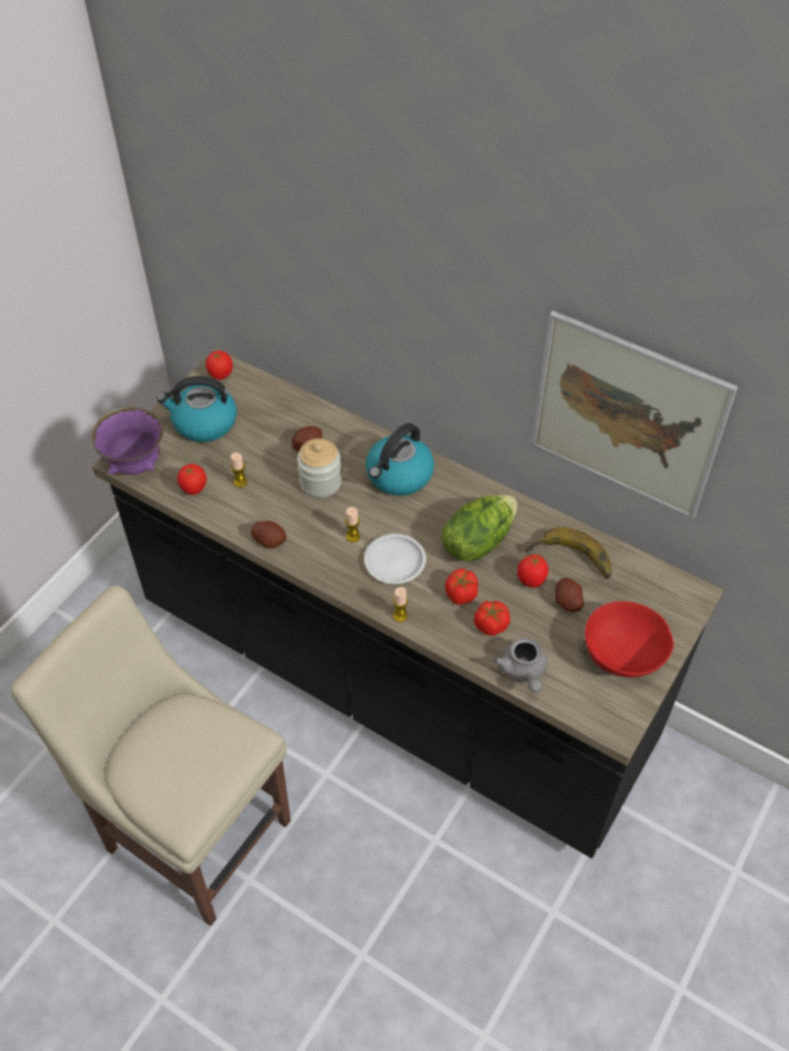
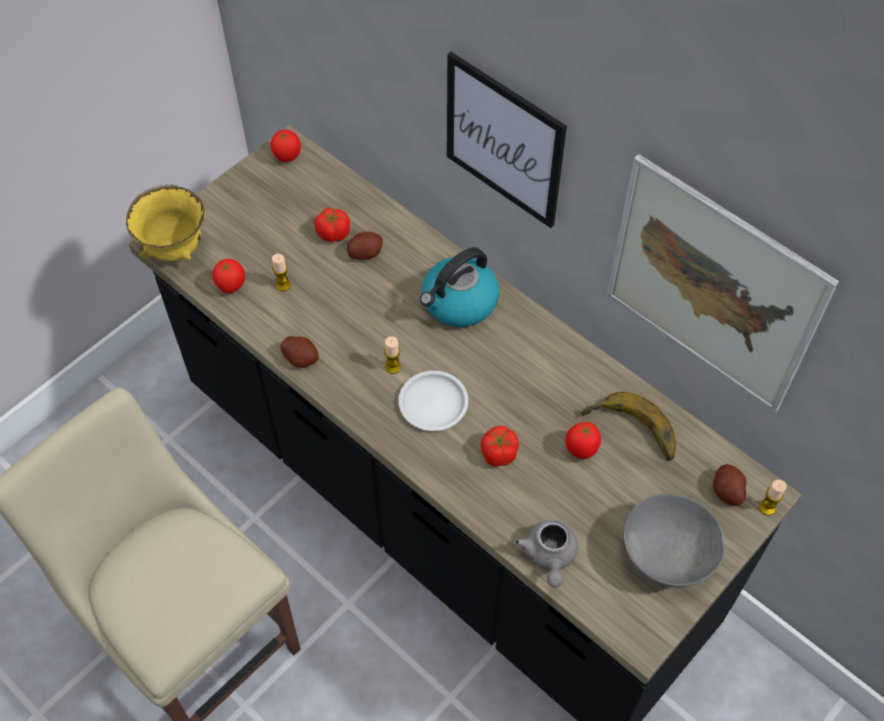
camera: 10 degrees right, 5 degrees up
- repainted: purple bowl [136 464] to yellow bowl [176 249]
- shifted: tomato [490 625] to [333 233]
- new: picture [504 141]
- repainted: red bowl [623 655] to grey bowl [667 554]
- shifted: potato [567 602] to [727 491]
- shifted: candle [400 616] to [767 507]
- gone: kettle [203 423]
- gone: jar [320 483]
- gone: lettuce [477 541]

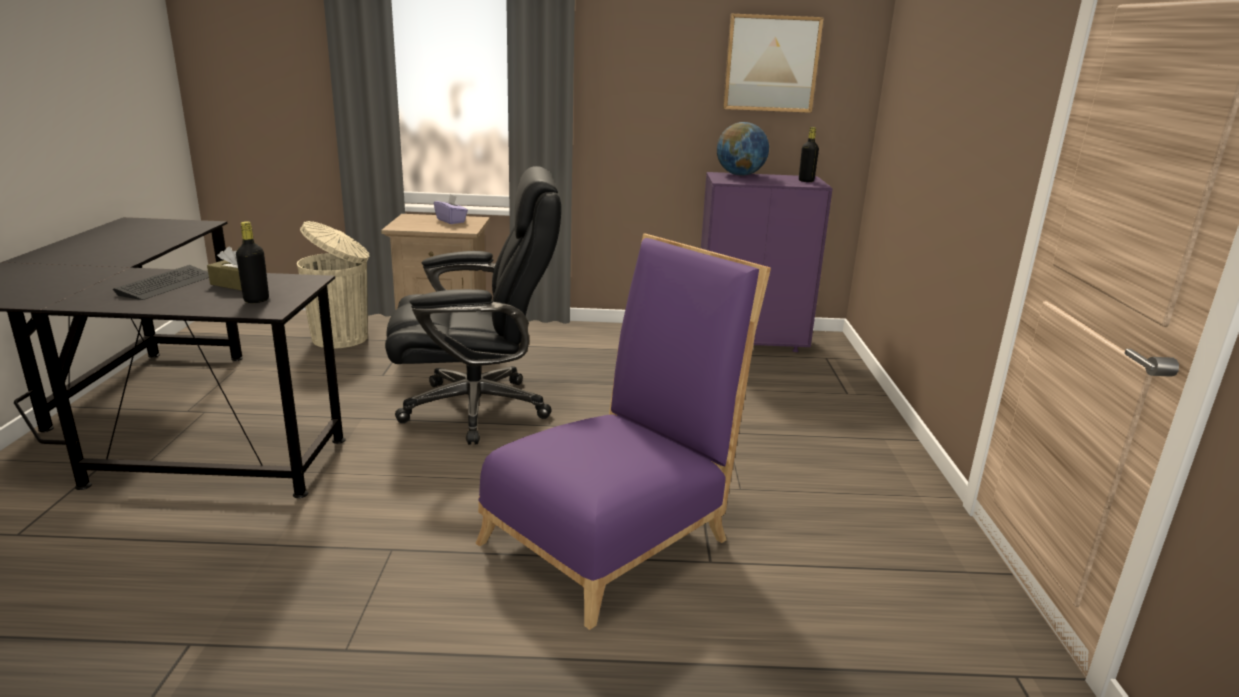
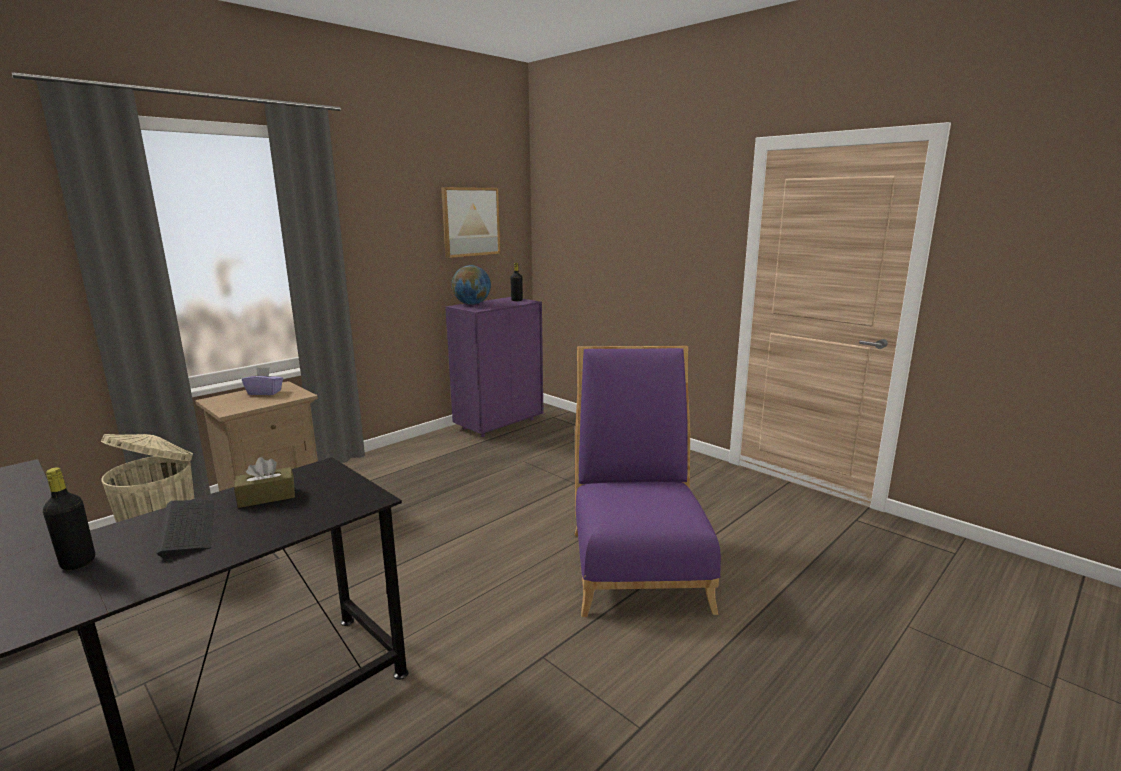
camera: 45 degrees left, 5 degrees down
- shifted: black bottle [256 300] to [78 562]
- gone: black office chair [476 409]

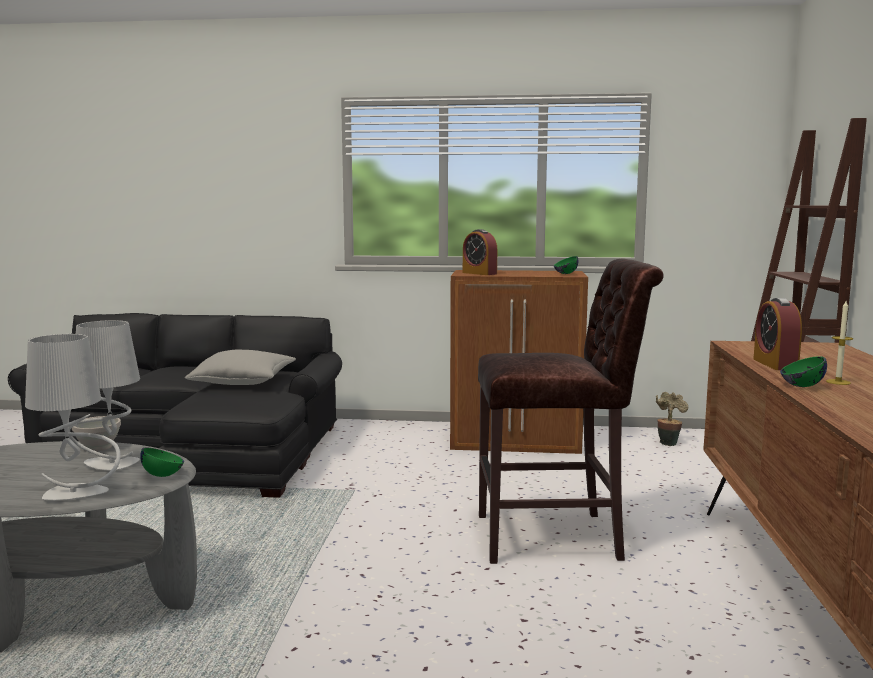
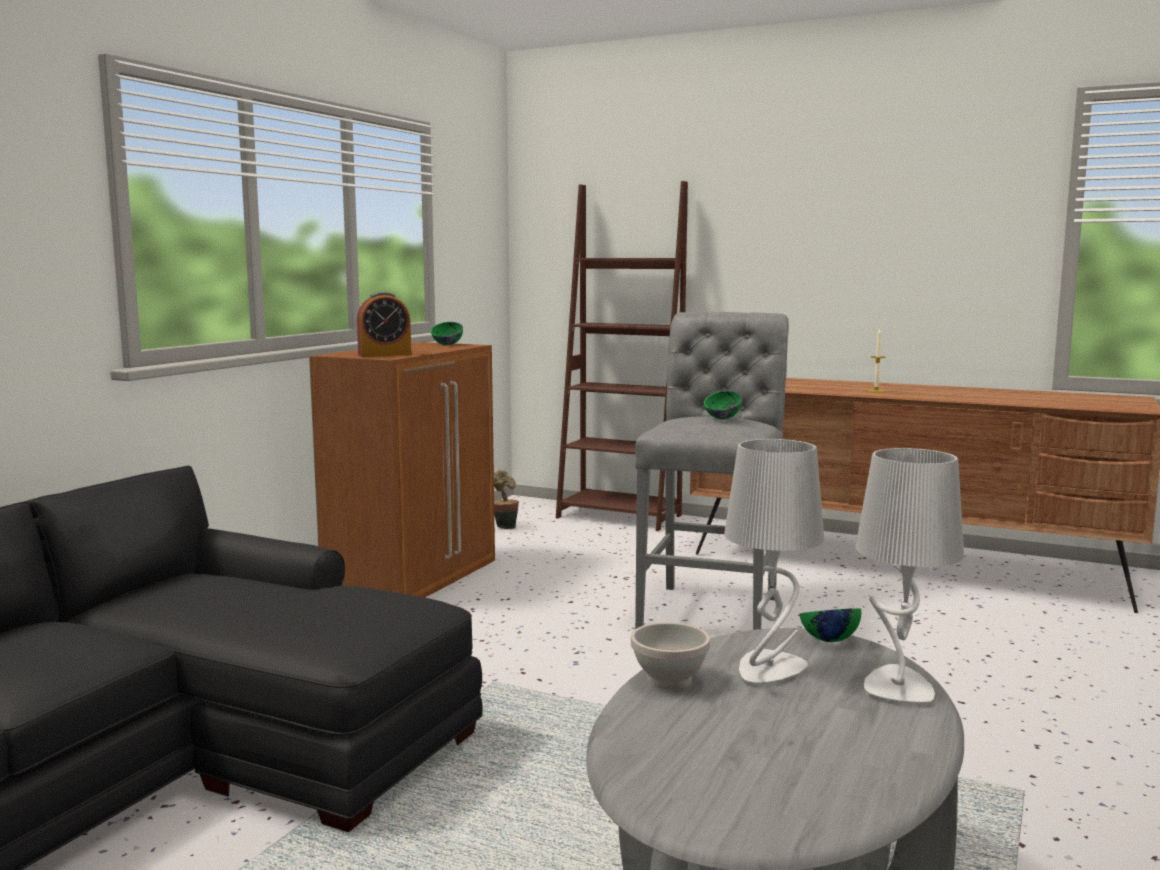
camera: 70 degrees left, 0 degrees up
- repainted: brown stool [557 537] to grey stool [713 610]
- shifted: green bowl [801 386] to [722 419]
- gone: grey pillow [243 382]
- gone: alarm clock [775 364]

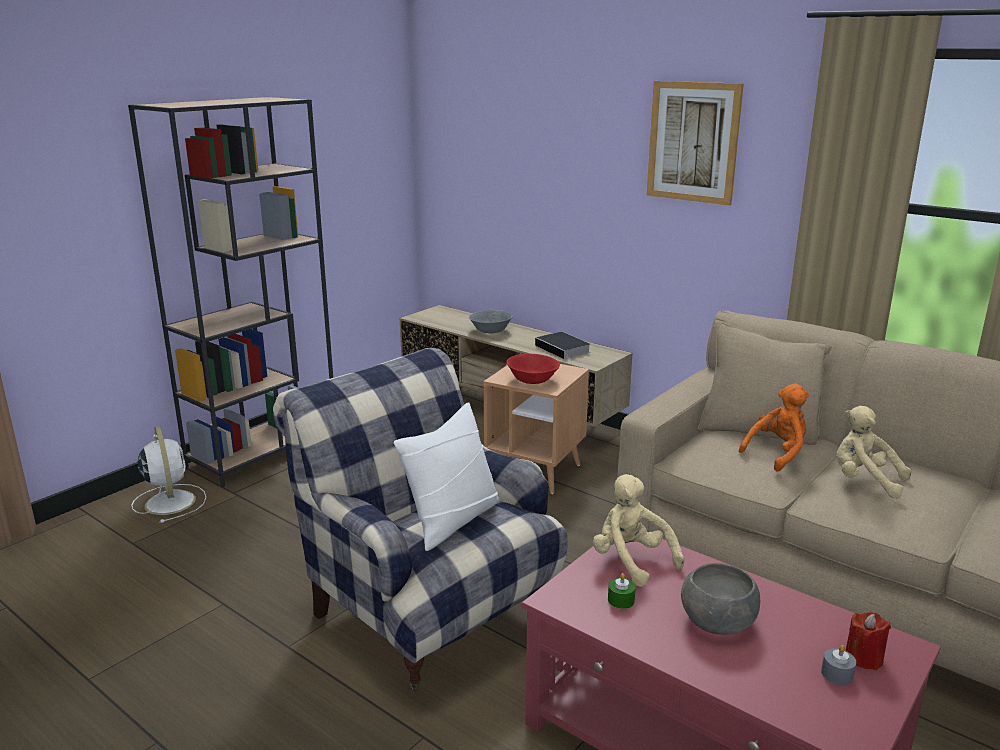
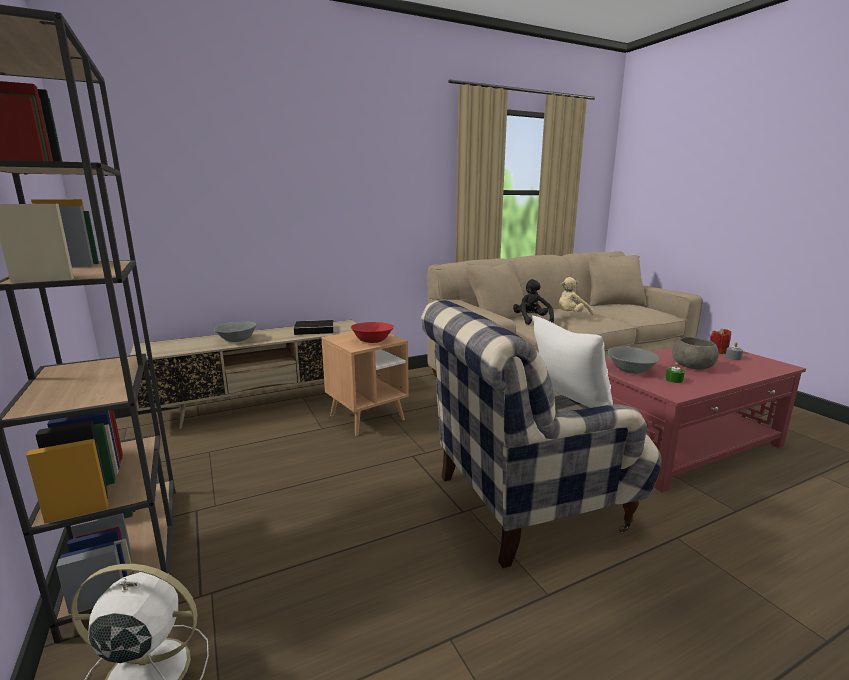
camera: 65 degrees left, 5 degrees down
- repainted: orange plush toy [777 453] to black plush toy [531 320]
- swapped: beige plush toy [631 561] to grey bowl [630 370]
- gone: picture [693 142]

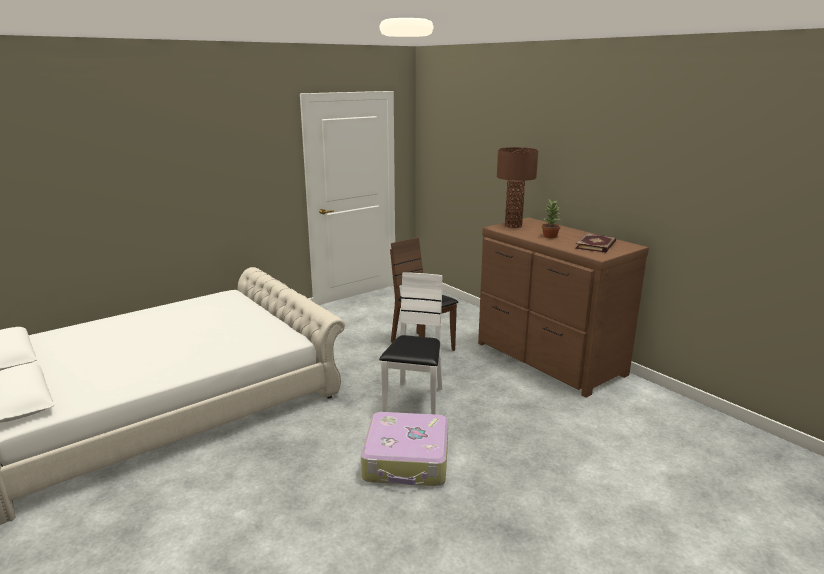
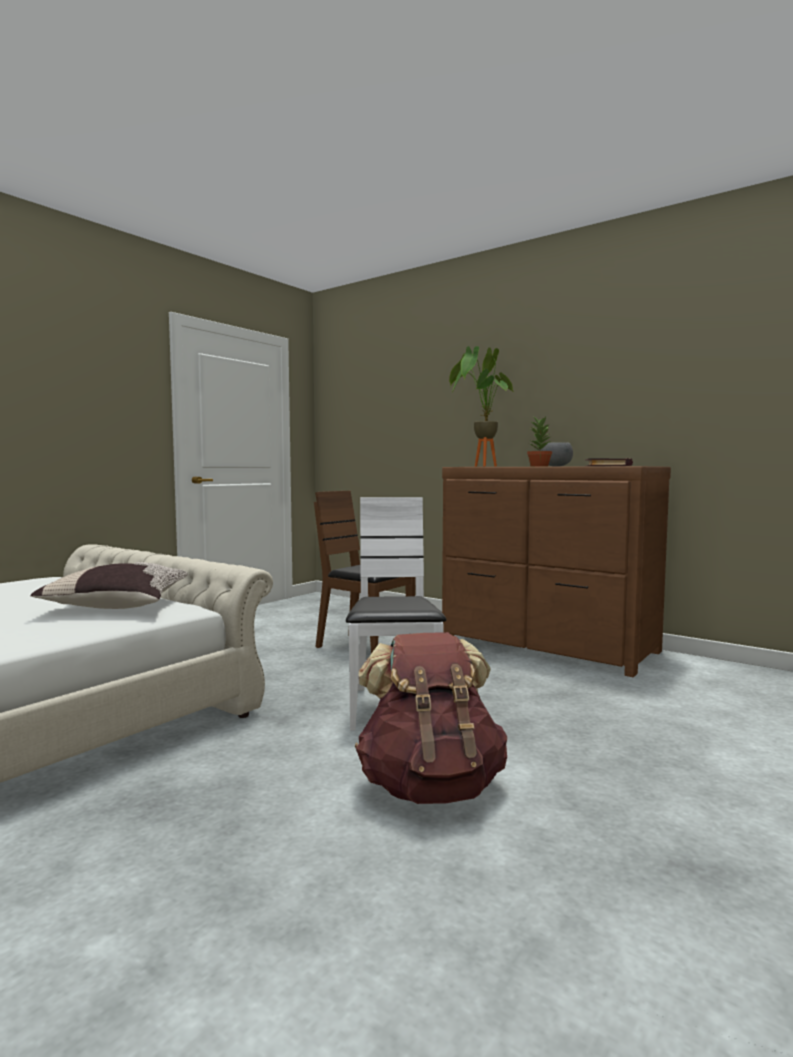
camera: 15 degrees left, 15 degrees down
- new: pillow [118 606]
- swapped: suitcase [407 461] to brown backpack [430 786]
- swapped: brown table lamp [513 225] to potted plant [479 466]
- new: grey bowl [556 466]

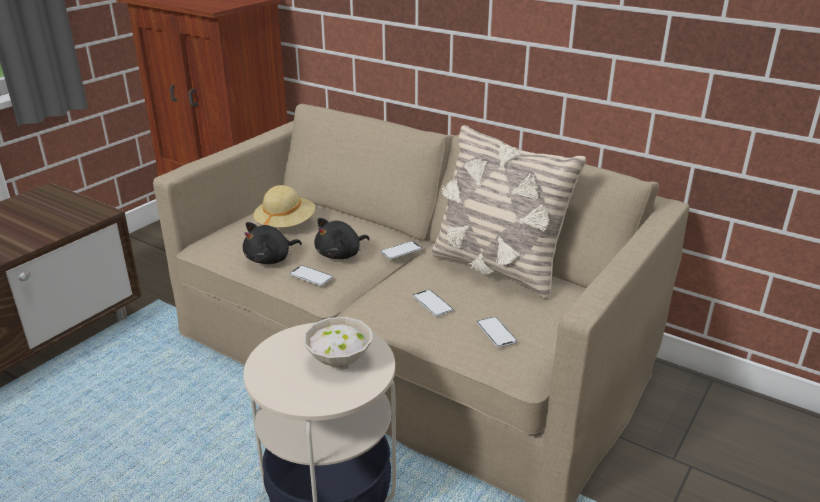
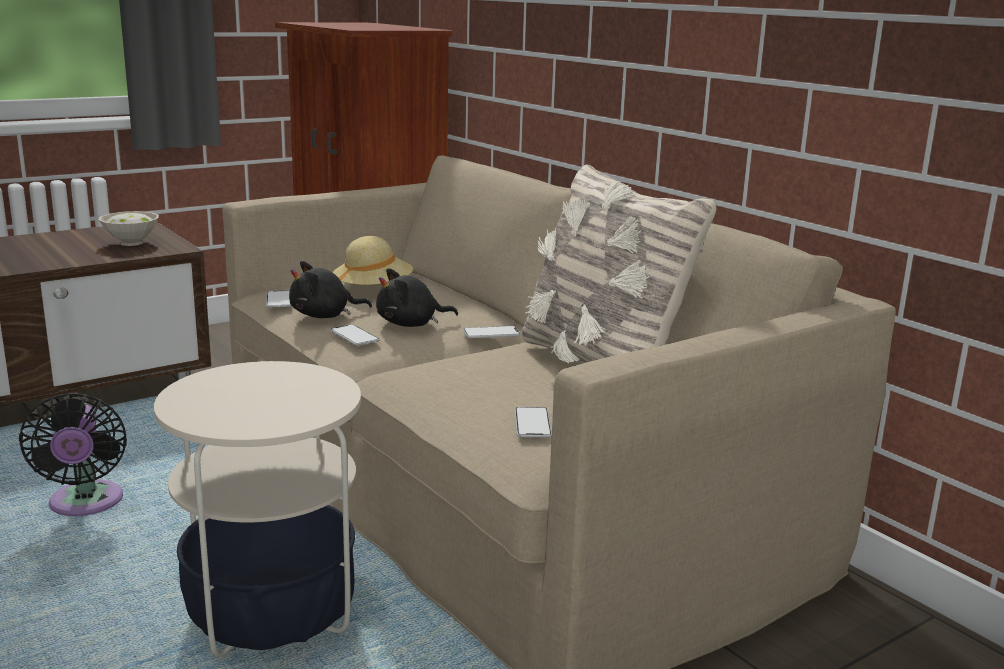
camera: 20 degrees right, 10 degrees down
- new: black fan [85 505]
- shifted: white bowl [339 363] to [130 243]
- shifted: phone [432 304] to [279 300]

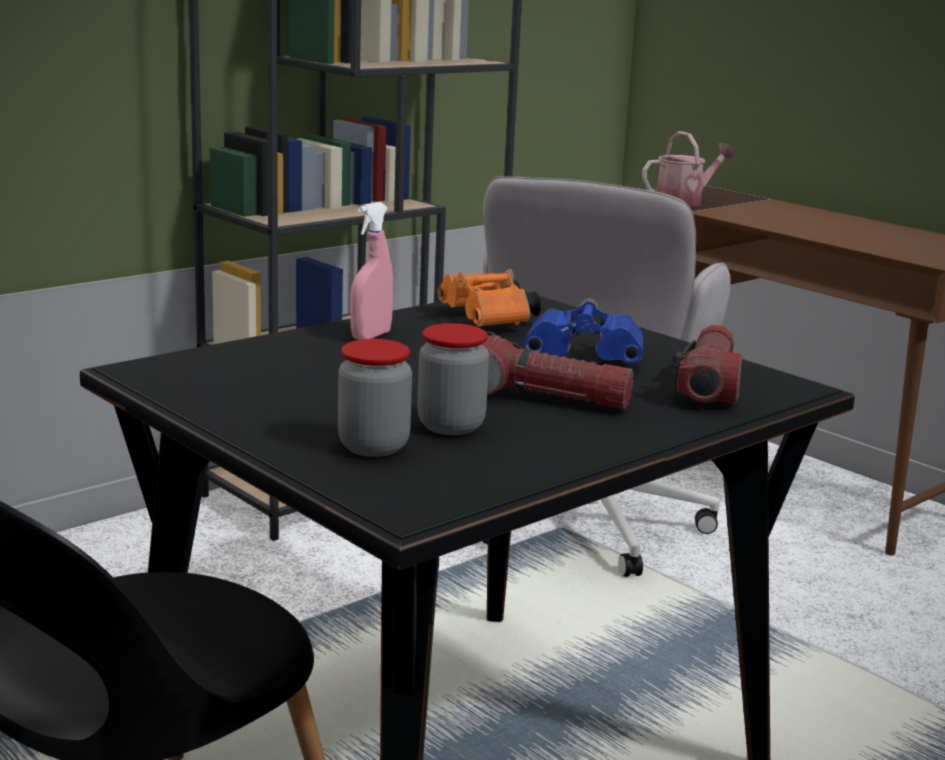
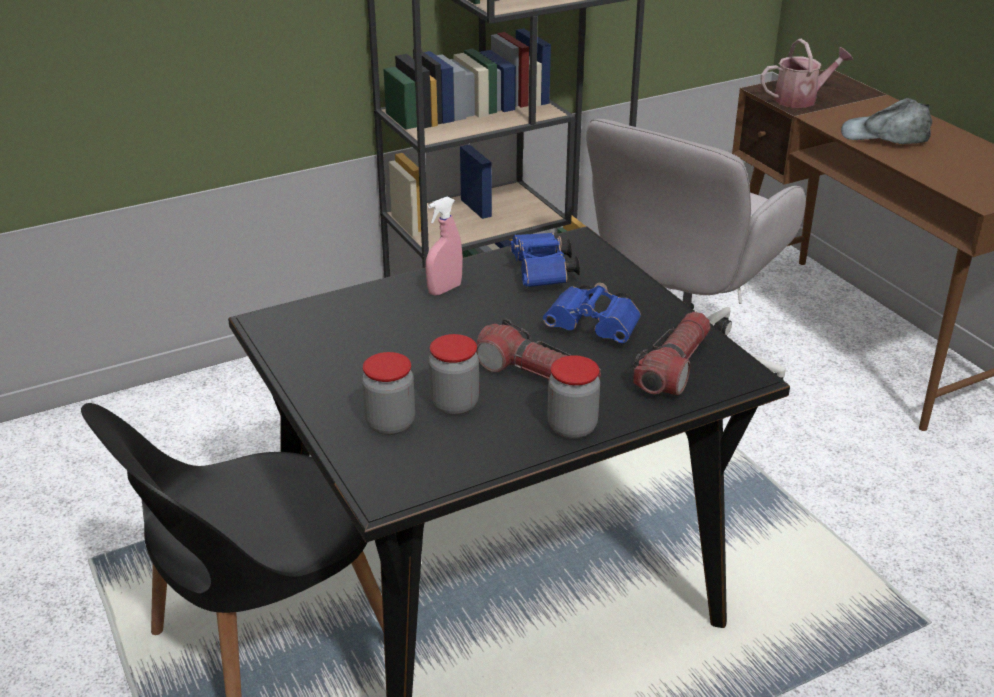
camera: 15 degrees right, 15 degrees up
- repainted: orange binoculars [489 321] to blue binoculars [543 275]
- new: jar [572 427]
- new: grey cap [885 135]

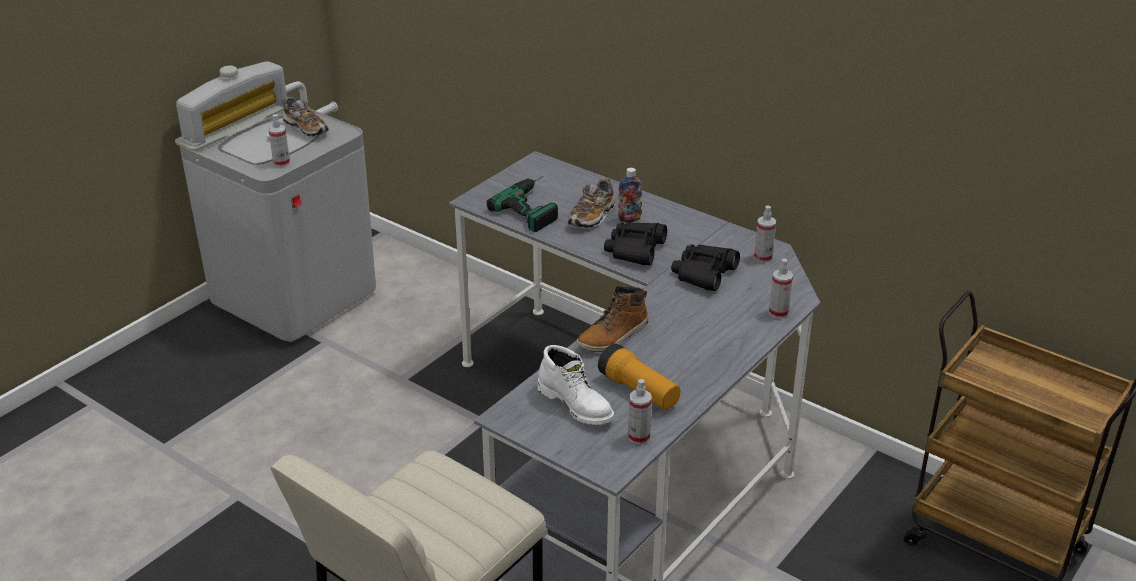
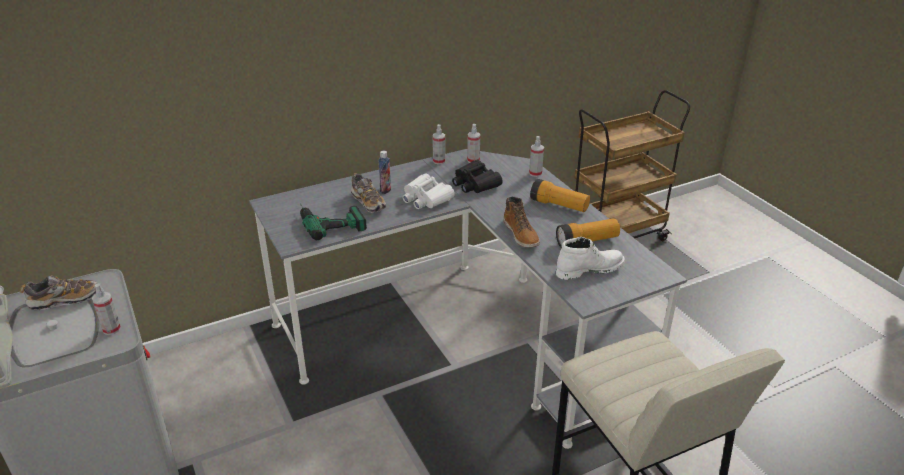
camera: 65 degrees left, 0 degrees up
- repainted: black binoculars [635 250] to white binoculars [426 198]
- shifted: spray bottle [638 437] to [439 161]
- new: flashlight [559 205]

